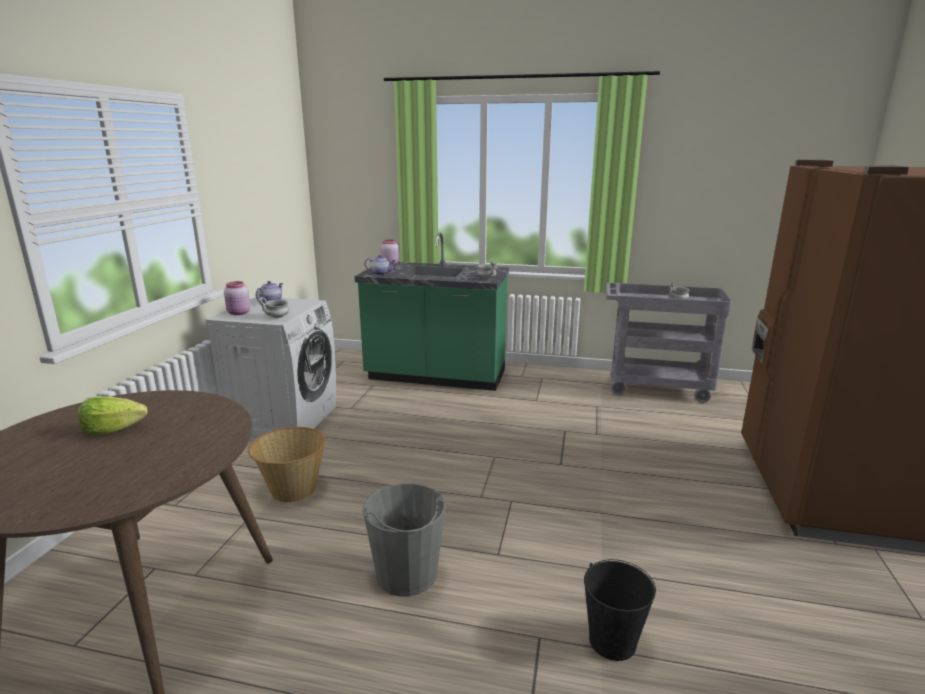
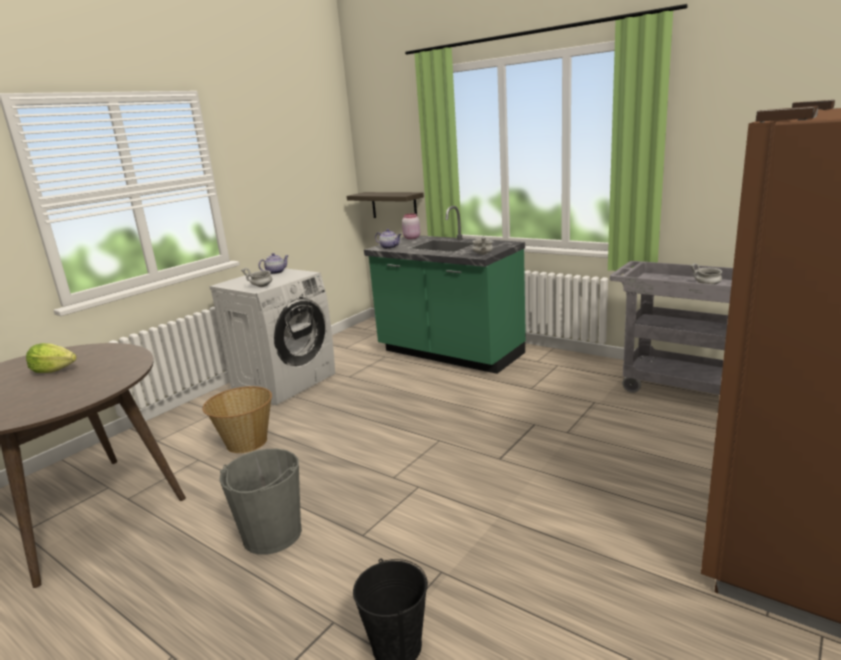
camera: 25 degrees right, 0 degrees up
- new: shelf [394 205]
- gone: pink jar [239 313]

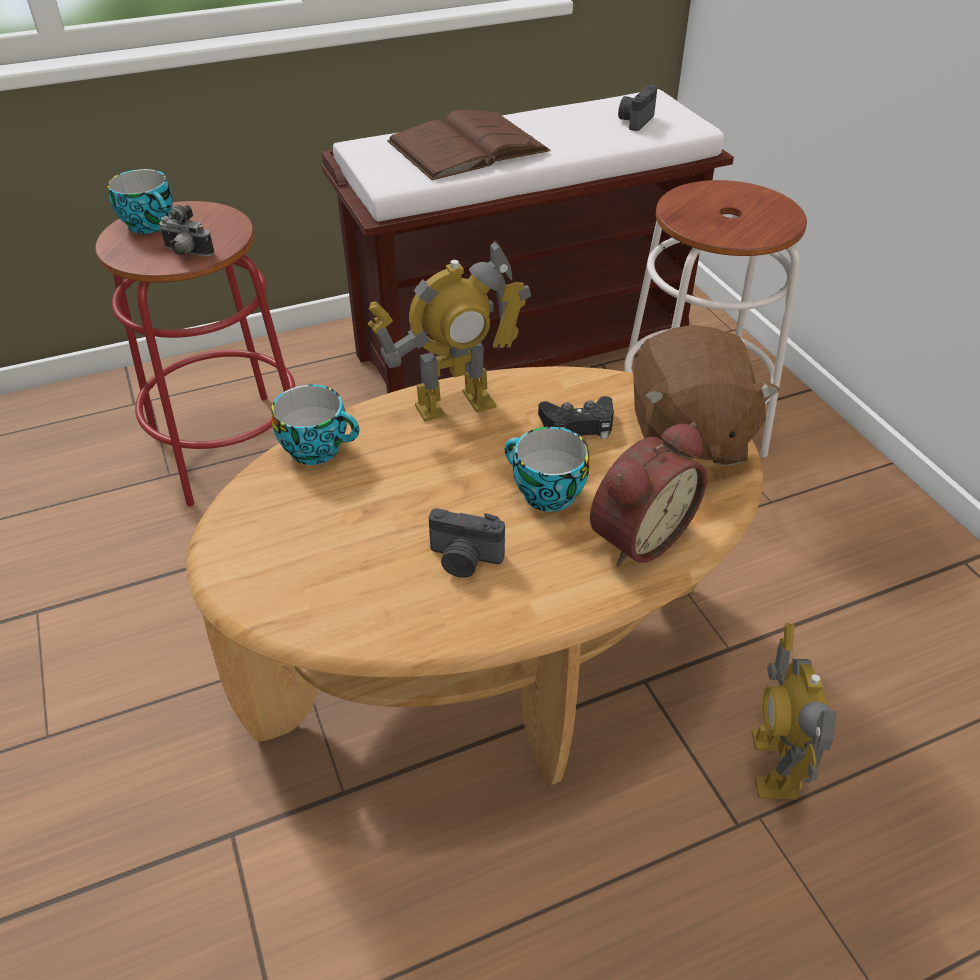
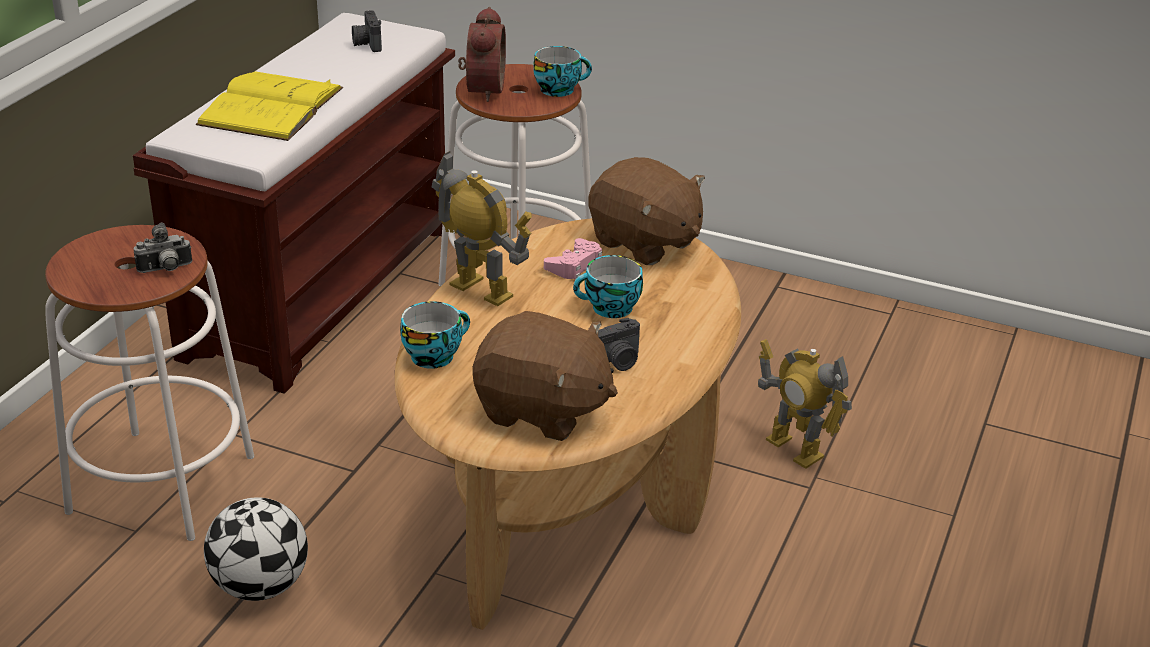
camera: 45 degrees left, 10 degrees down
- repainted: red stool [229 447] to white stool [162 483]
- repainted: brown book [468 146] to yellow book [271 106]
- new: football [260 586]
- rotated: toy robot [454 404] = [481 290] 75 degrees counterclockwise
- shifted: alarm clock [636 535] to [481 89]
- new: brown plush toy [542 410]
- shifted: cup [152 225] to [559 89]
- repainted: black game controller [578 425] to pink game controller [575 265]

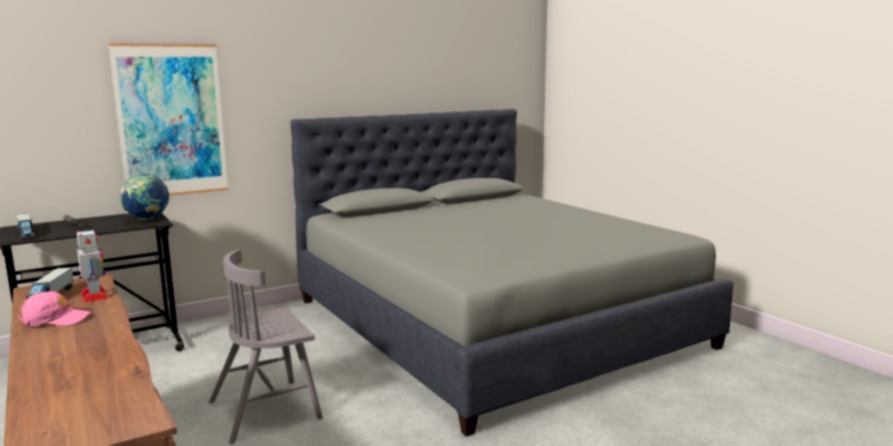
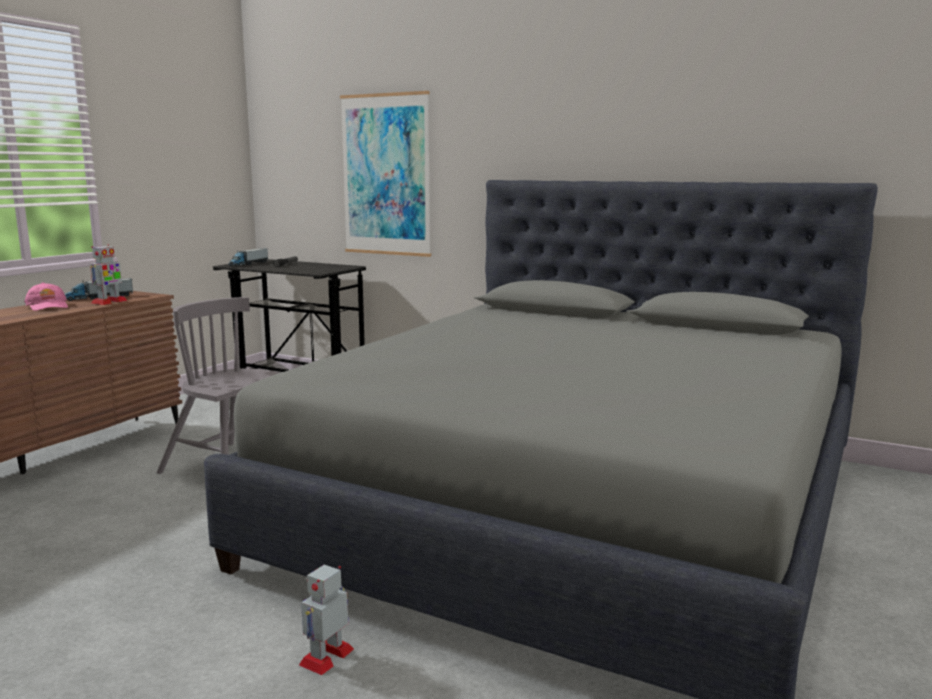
camera: 60 degrees right, 0 degrees up
- new: toy robot [327 656]
- gone: globe [147 219]

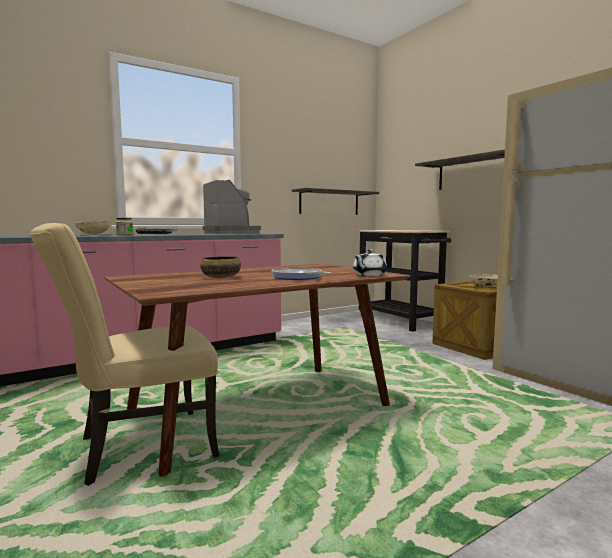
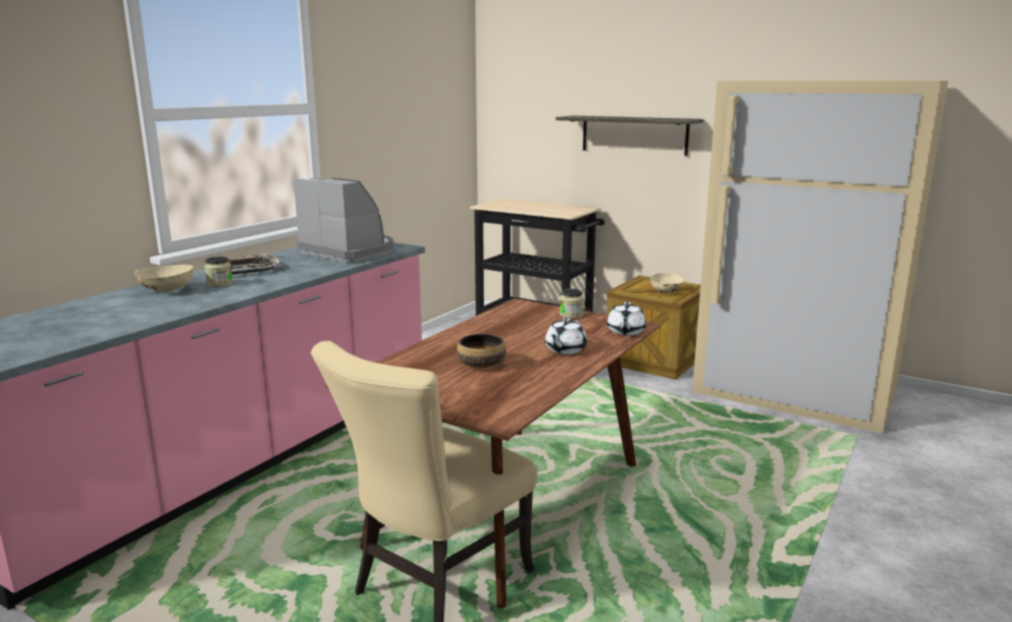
camera: 25 degrees left, 10 degrees up
- swapped: frying pan [298 277] to white teapot [565 350]
- new: jar [571 315]
- gone: shelf [329 202]

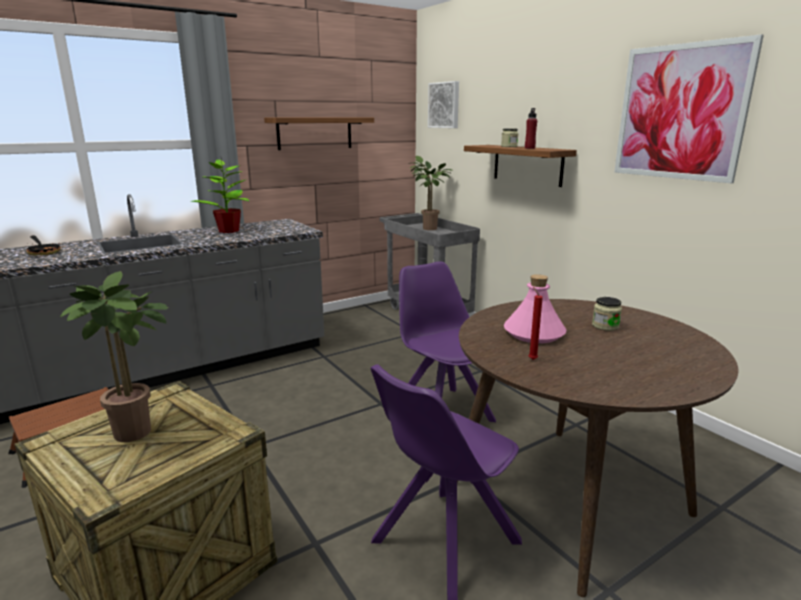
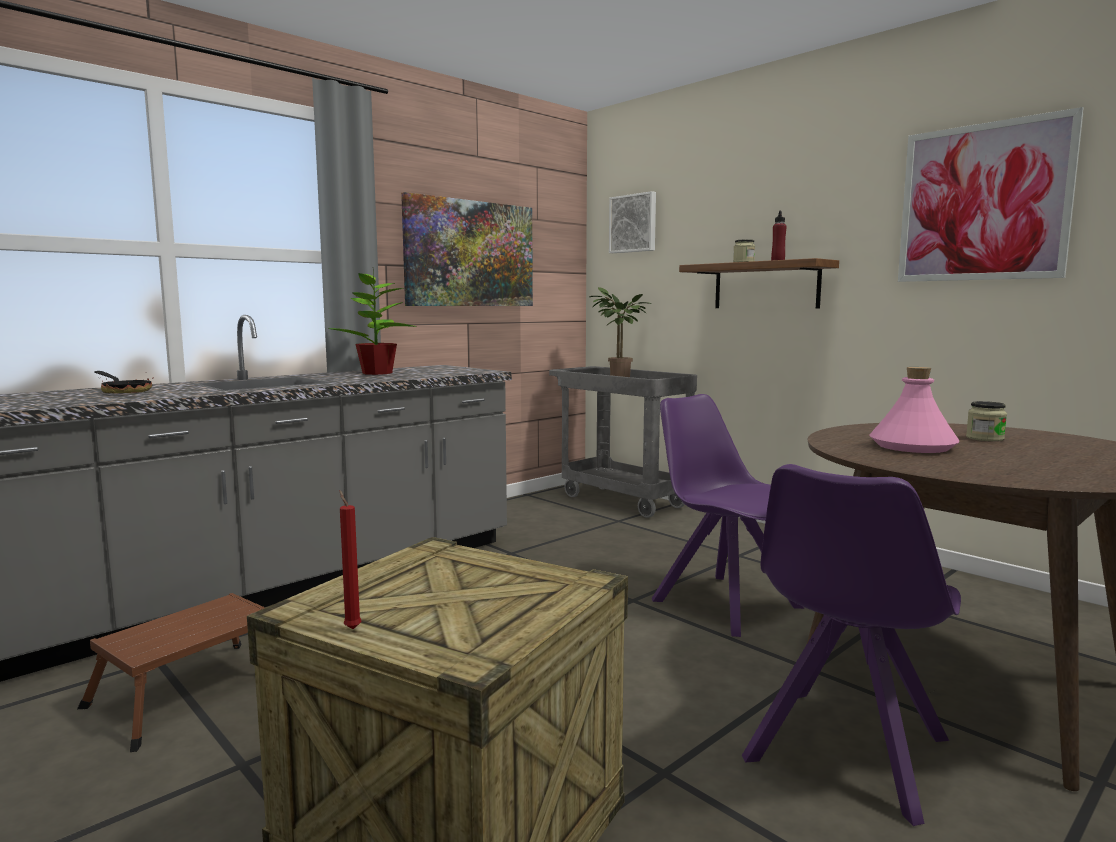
camera: 10 degrees left, 10 degrees down
- shifted: red candle [531 359] to [351 628]
- swapped: shelf [315 133] to picture [470 254]
- gone: potted plant [137 434]

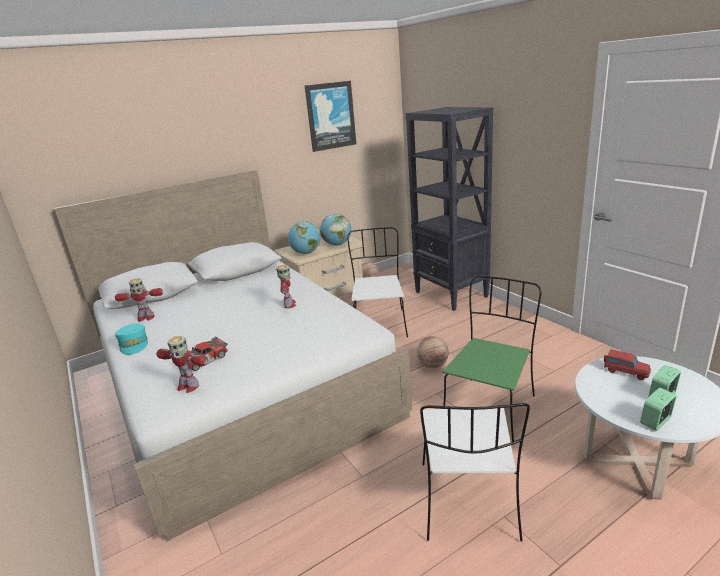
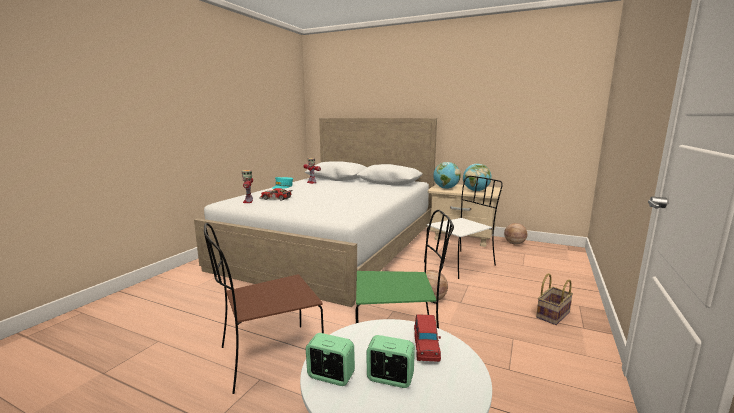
camera: 55 degrees right, 10 degrees down
- repainted: white chair [468 502] to brown chair [268 357]
- new: basket [552 314]
- gone: toy robot [289 305]
- gone: picture [330 116]
- gone: black bookcase [451 294]

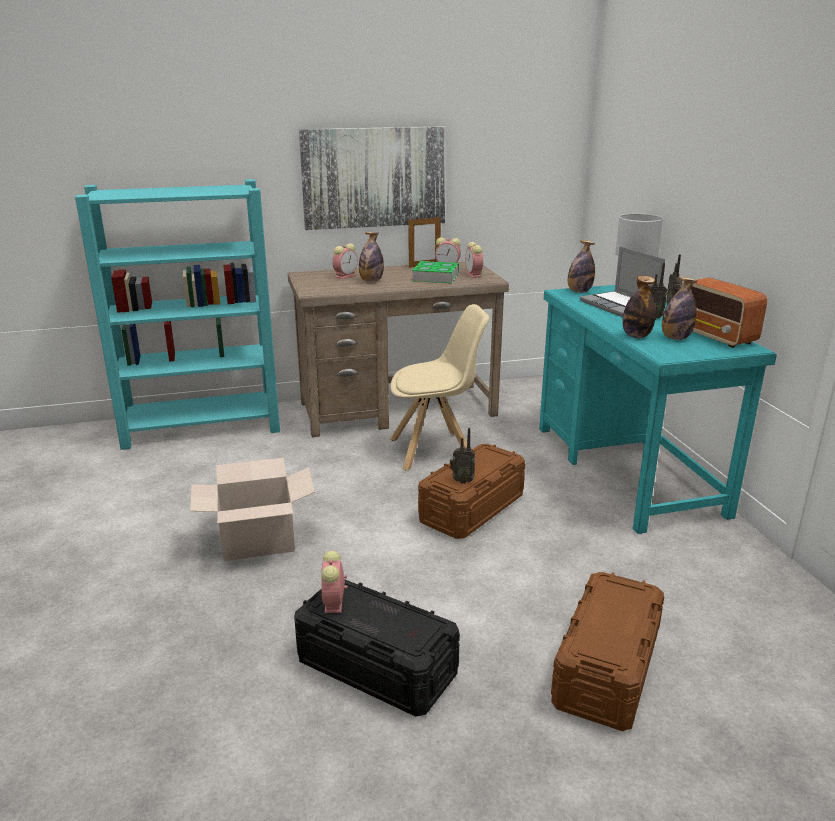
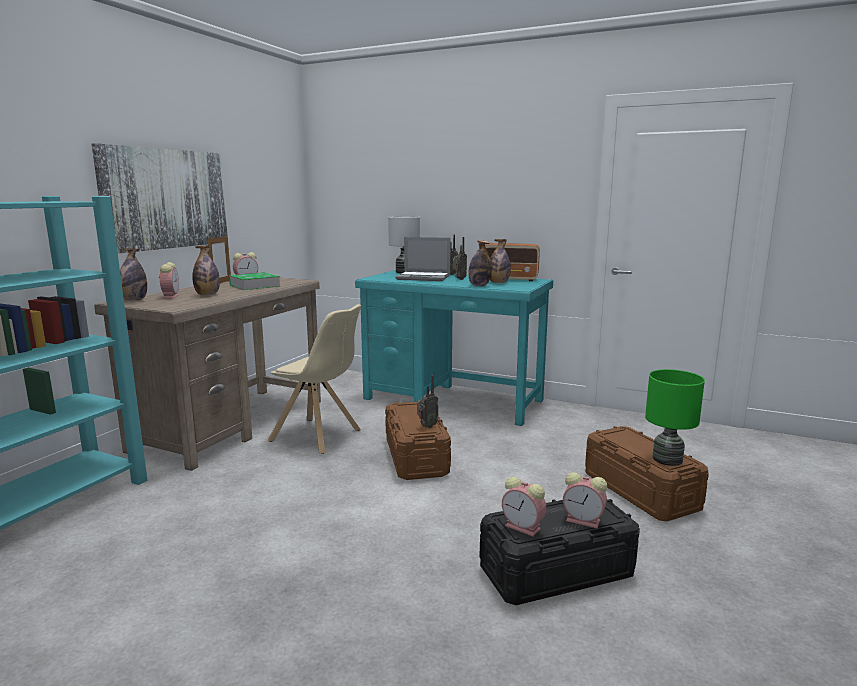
camera: 50 degrees left, 10 degrees down
- shifted: bottle [579 291] to [134 300]
- rotated: beige chair [436 450] = [319 436] 90 degrees clockwise
- shifted: alarm clock [474 275] to [584 521]
- new: green table lamp [667 459]
- gone: cardboard box [258 540]

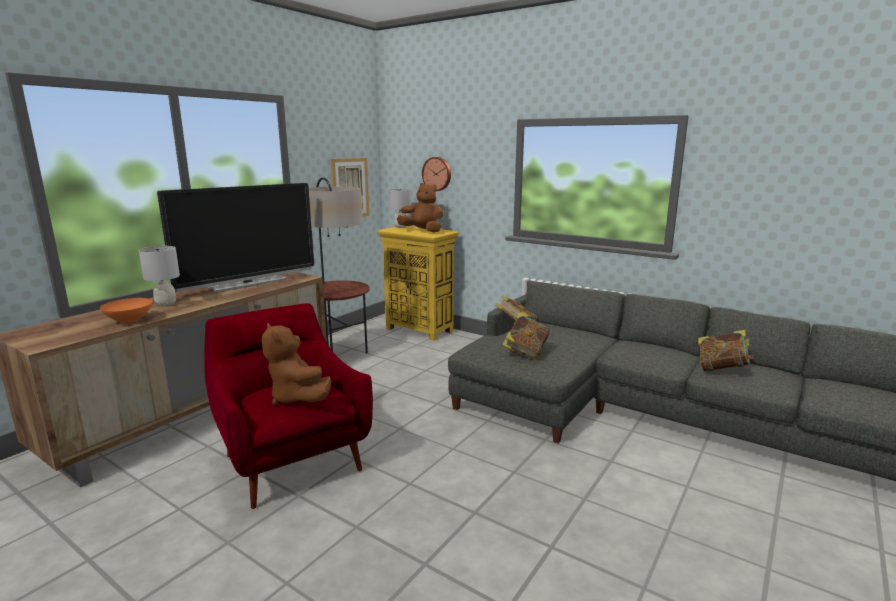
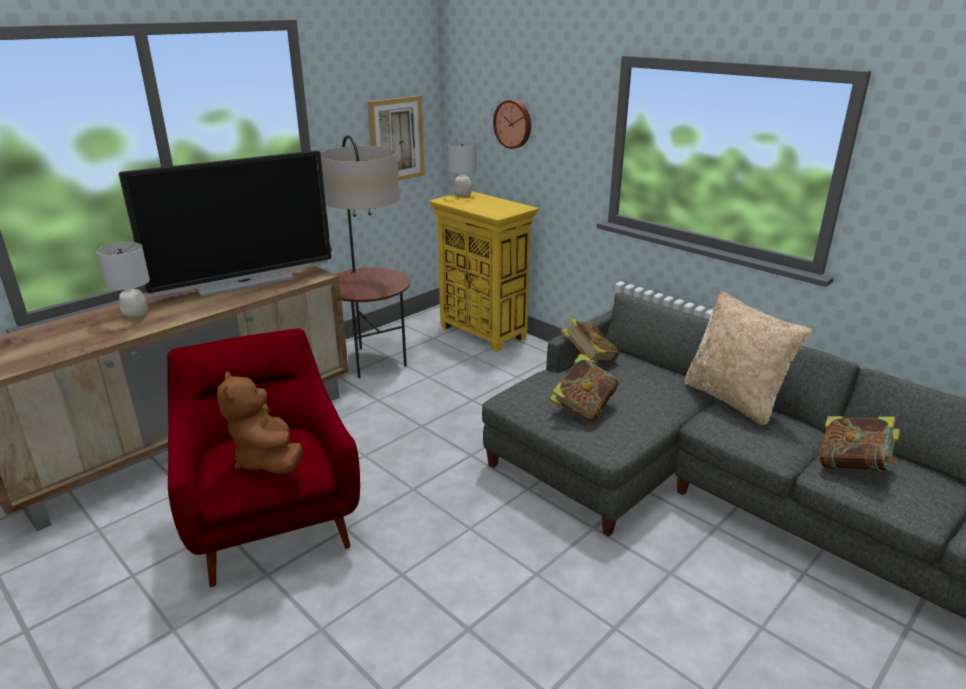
camera: 10 degrees right, 10 degrees up
- new: beige pillow [732 402]
- gone: orange bowl [130 320]
- gone: brown plush toy [422 231]

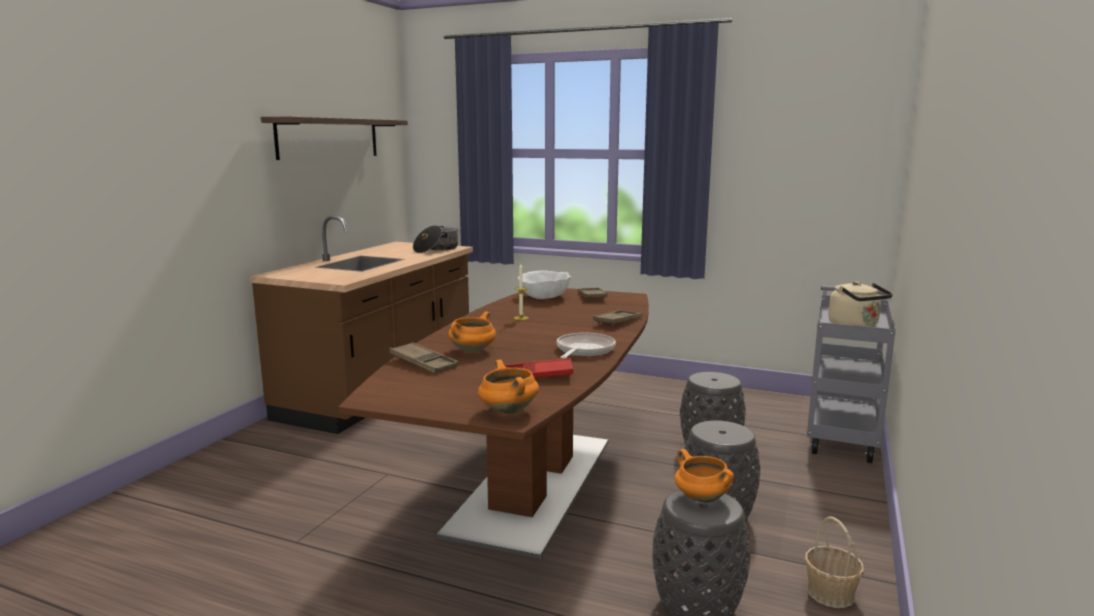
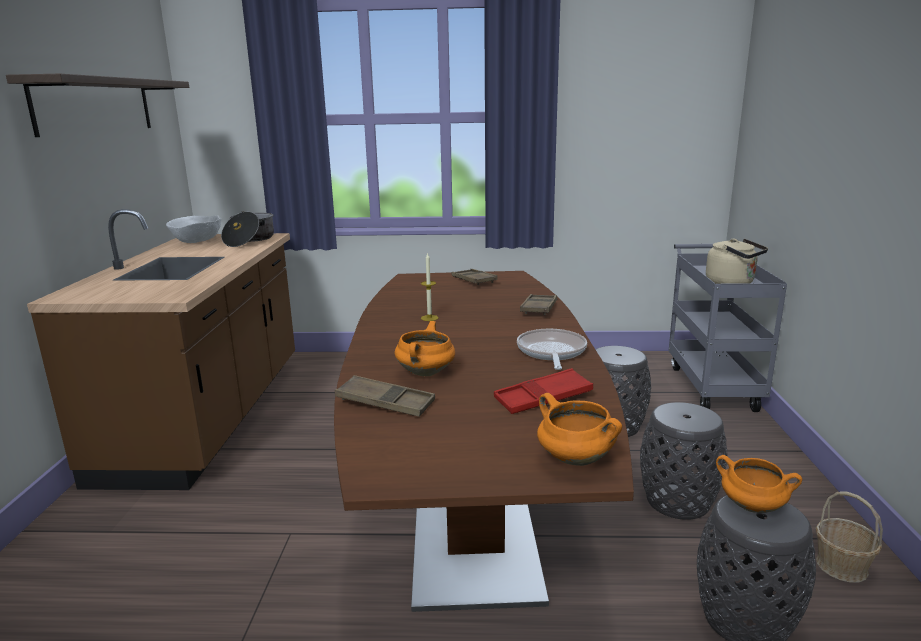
camera: 20 degrees left, 5 degrees up
- shifted: white bowl [544 296] to [197 240]

